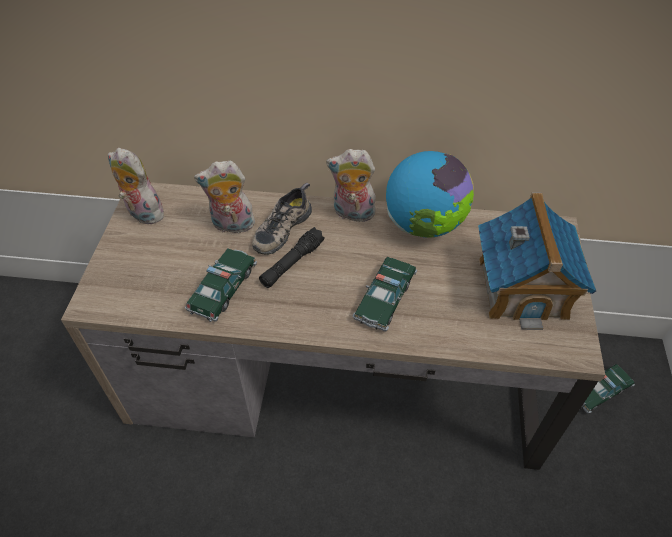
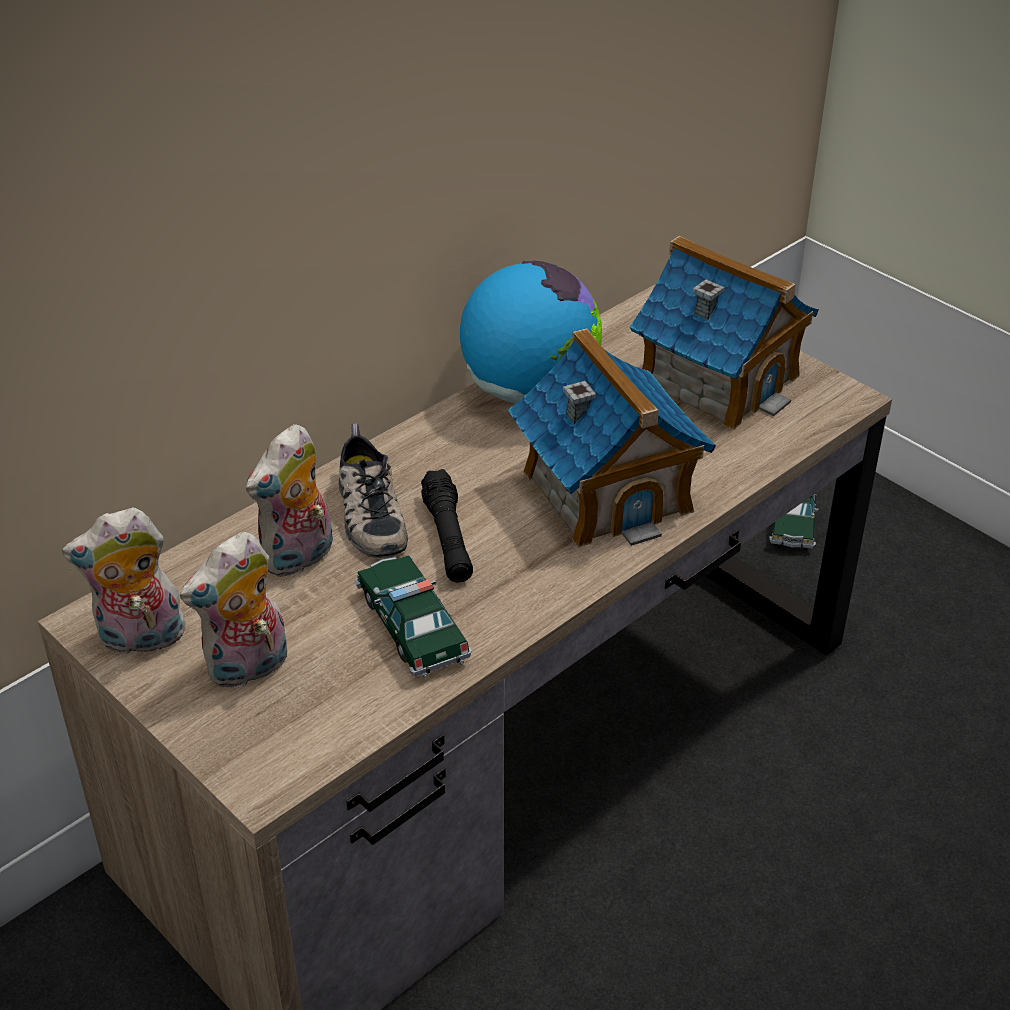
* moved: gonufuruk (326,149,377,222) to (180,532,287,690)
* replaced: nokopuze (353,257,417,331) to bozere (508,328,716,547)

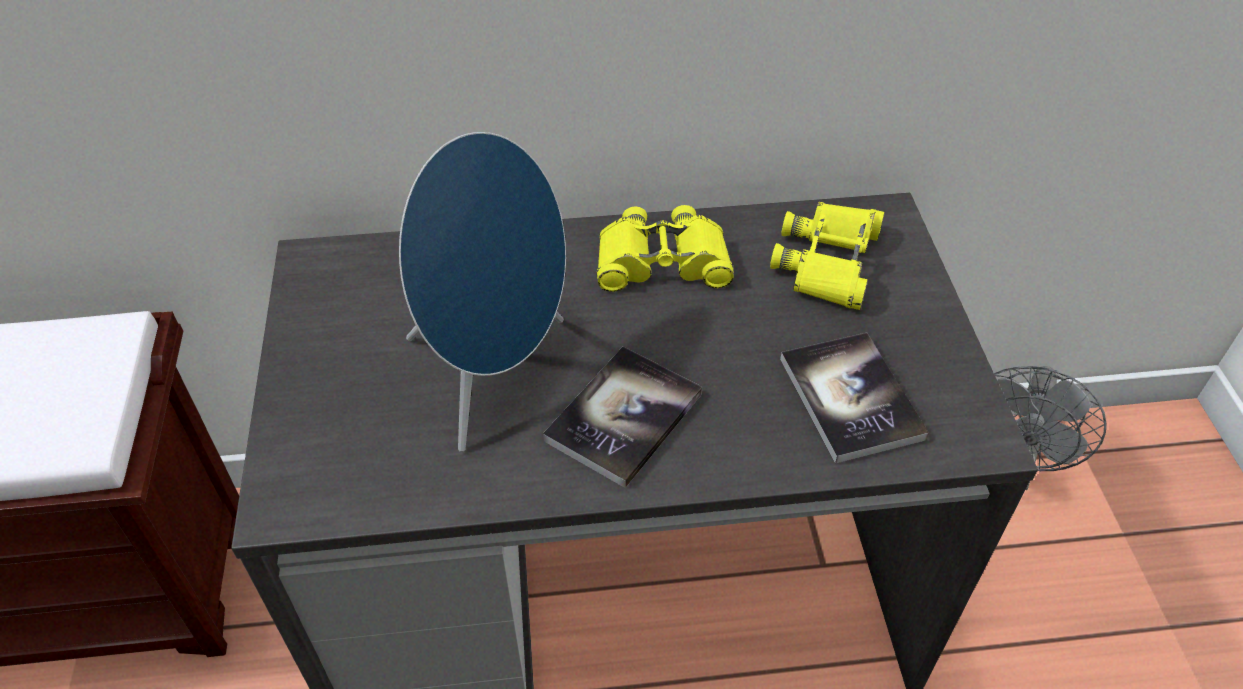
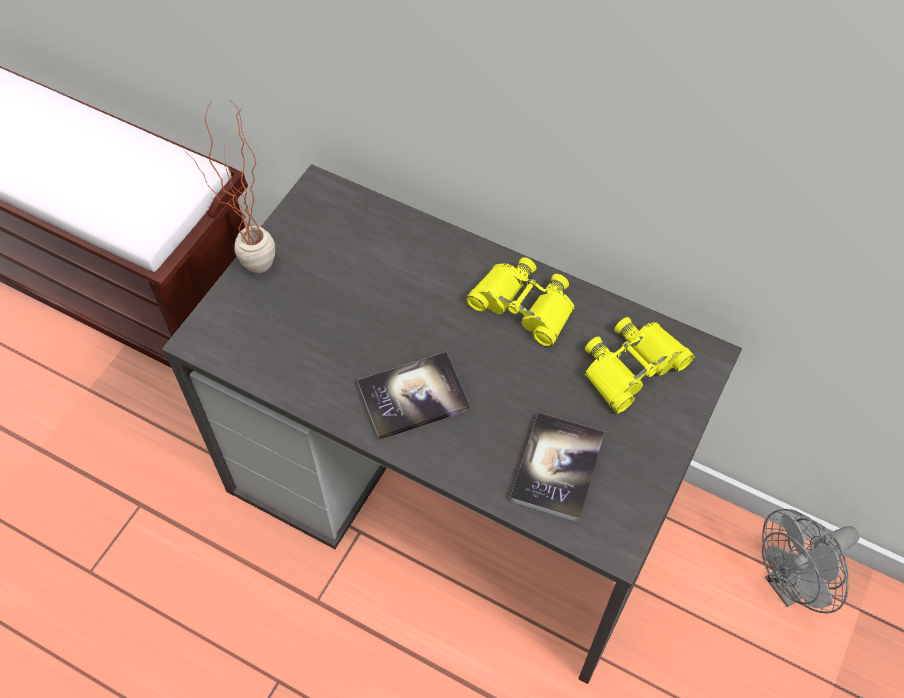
* removed: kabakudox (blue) (399,132,566,452)
* added: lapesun (184,100,275,273)

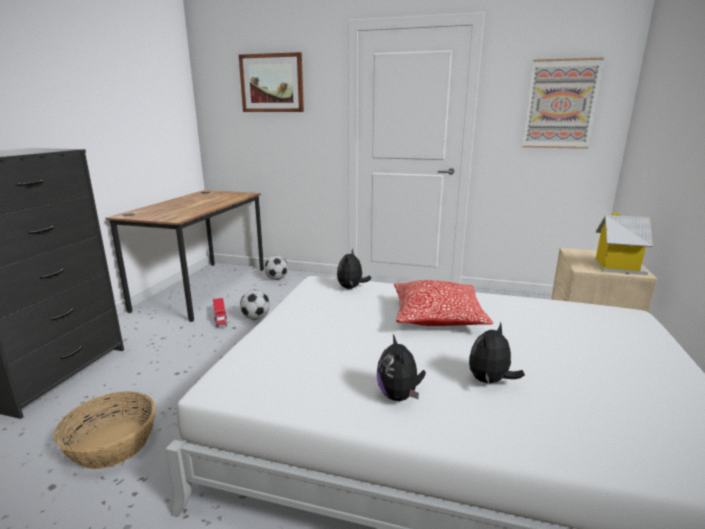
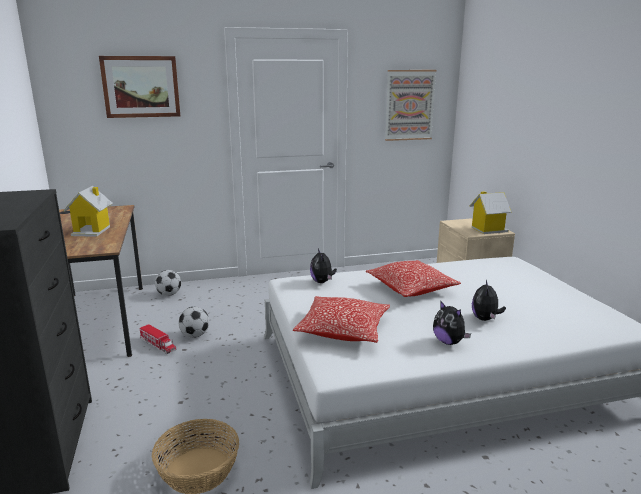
* added: bozere (63,186,113,236)
* added: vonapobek (293,296,390,343)

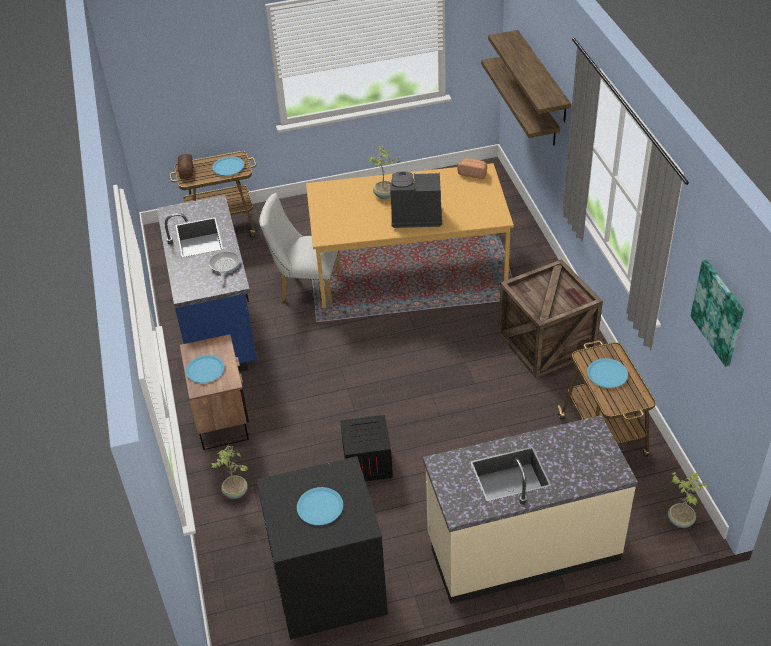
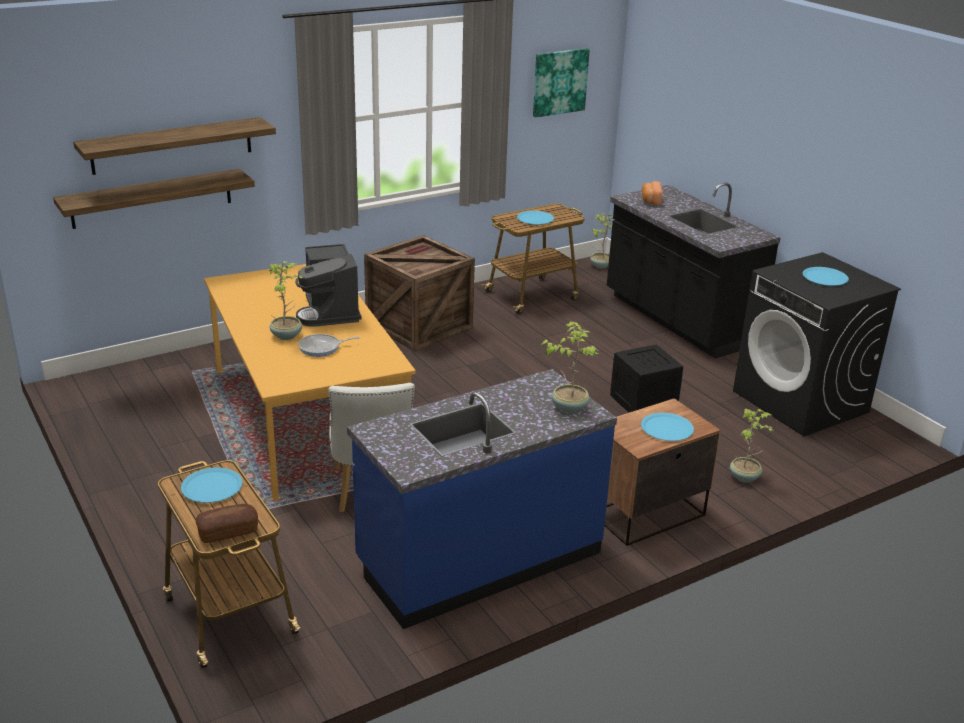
* moved: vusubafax (458,158,487,179) to (642,181,663,205)
* moved: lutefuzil (209,251,240,282) to (298,334,360,357)
* recoloured: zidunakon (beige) (423,415,638,604) to zidunakon (black) (607,182,780,359)
* added: lapesun (541,322,598,413)

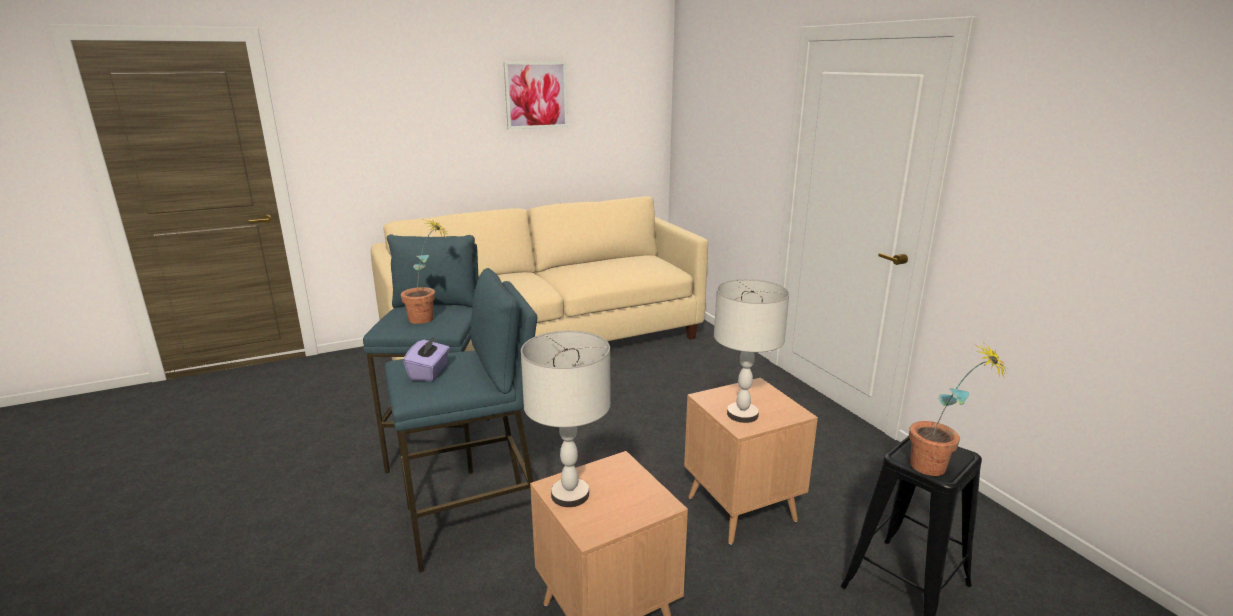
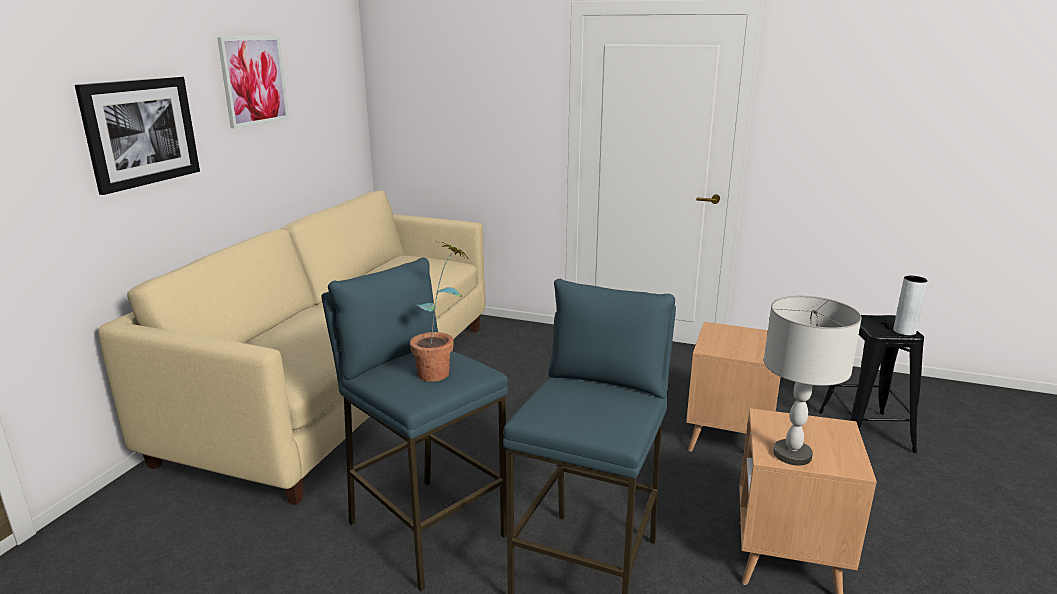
* removed: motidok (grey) (714,279,789,423)
* removed: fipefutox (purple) (403,336,450,381)
* replaced: lapesun (909,342,1008,476) to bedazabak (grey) (893,276,928,335)
* added: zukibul (75,76,200,195)

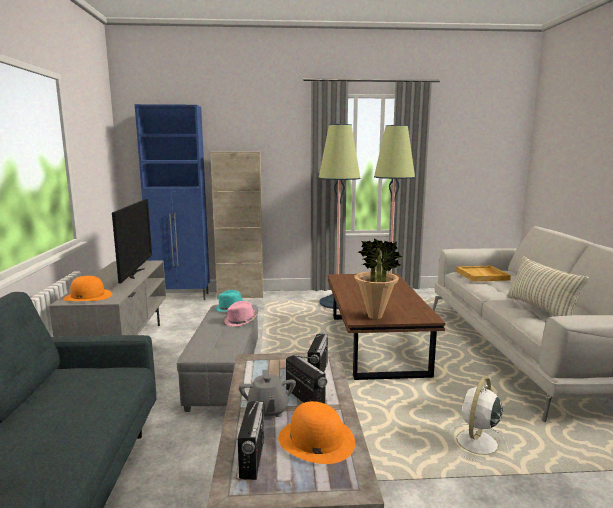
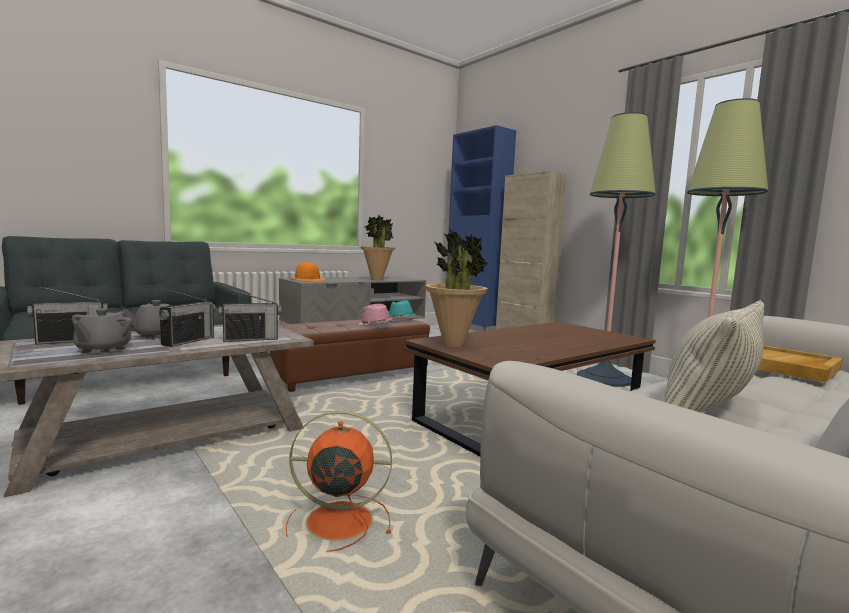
* replaced: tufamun (112,199,152,284) to lapesun (360,215,395,280)
* recoloured: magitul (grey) (177,305,258,412) to magitul (brown) (269,317,430,392)
* recoloured: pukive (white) (450,377,509,463) to pukive (orange) (286,410,392,552)
* replaced: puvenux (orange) (278,401,355,464) to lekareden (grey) (72,309,132,354)

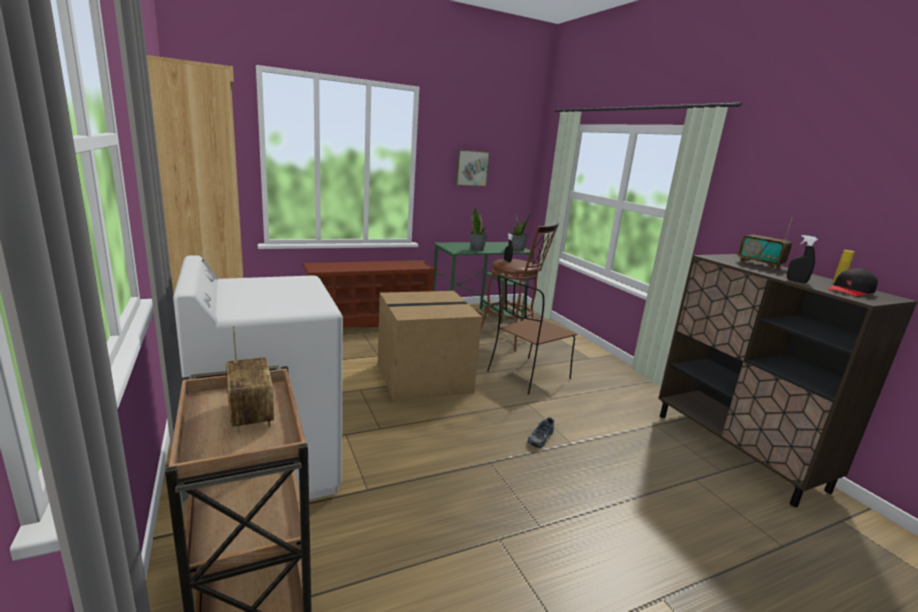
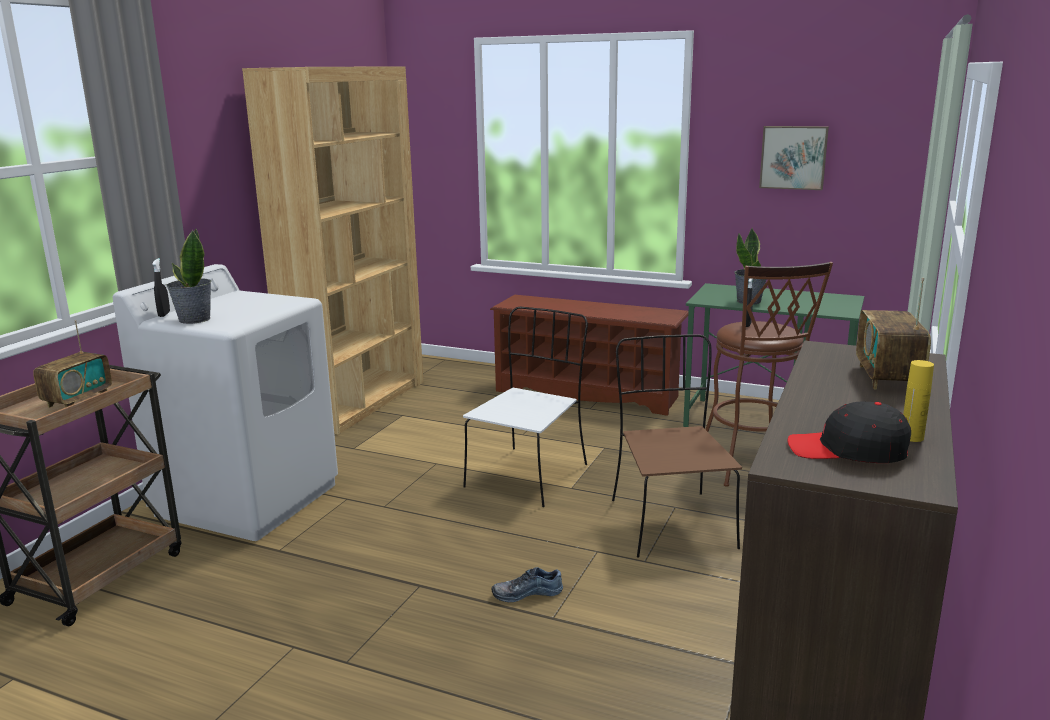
* moved: lapesun (510,210,530,252) to (167,229,211,324)
* moved: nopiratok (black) (787,235,818,283) to (152,258,170,317)
* turned: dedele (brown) (487,276,577,395) = (612,334,742,557) 75 degrees clockwise
* replaced: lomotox (378,291,482,402) to dedele (white) (463,307,588,507)

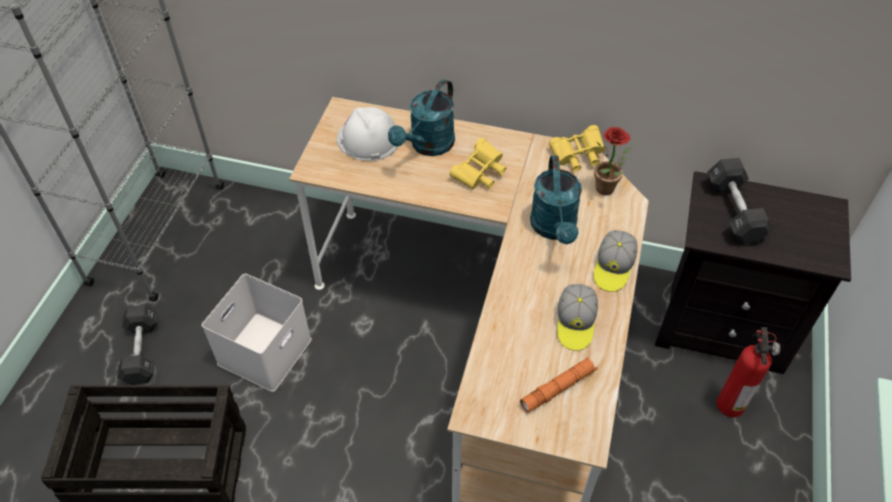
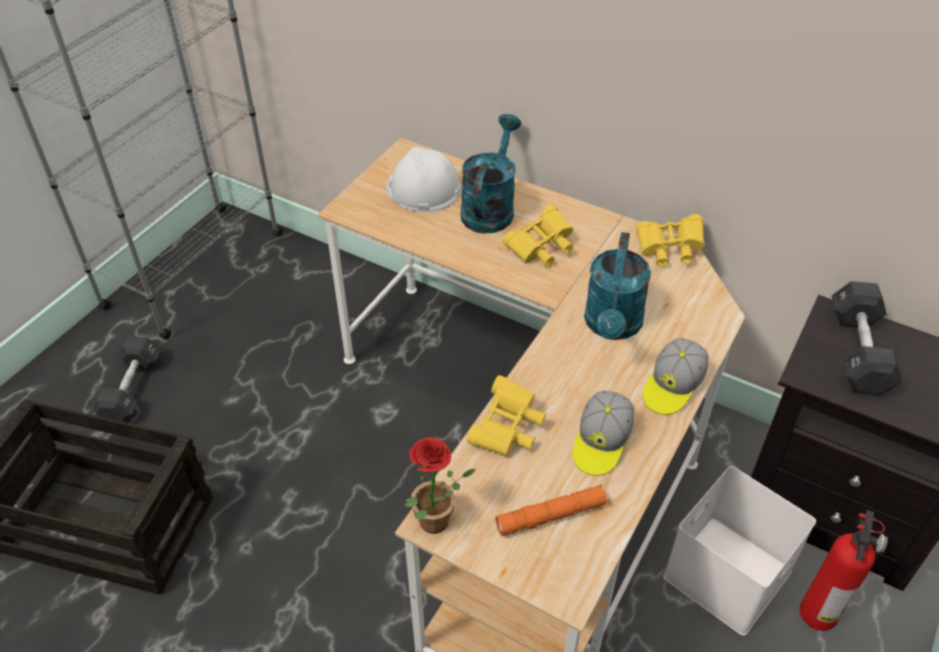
* turned: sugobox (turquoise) (388,79,455,156) = (461,114,521,234) 150 degrees clockwise
* moved: lapesun (594,127,631,195) to (405,437,476,534)
* moved: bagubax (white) (202,274,312,392) to (663,466,816,635)
* added: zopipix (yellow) (467,375,546,457)

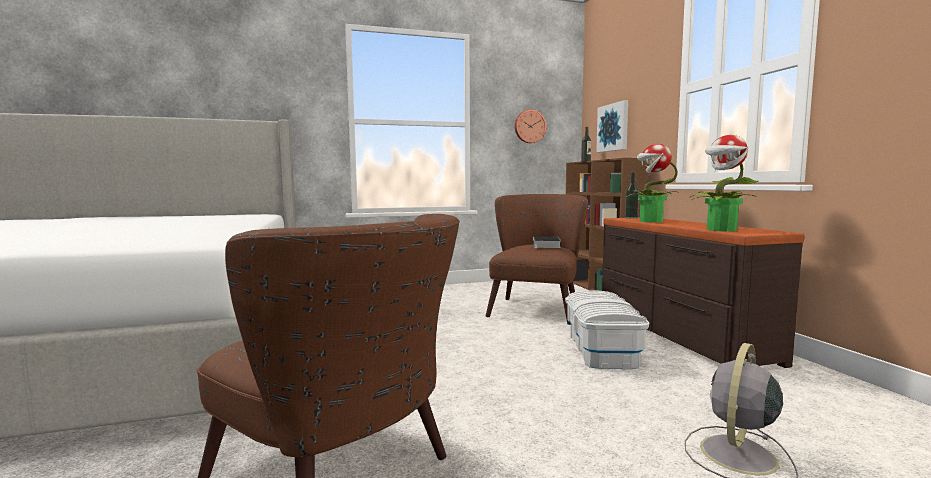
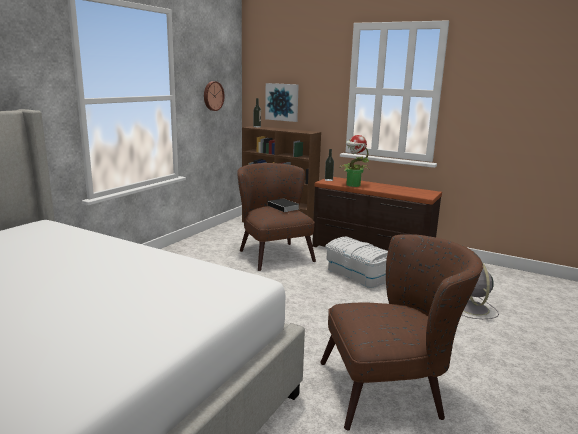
* removed: lapesun (691,135,758,231)

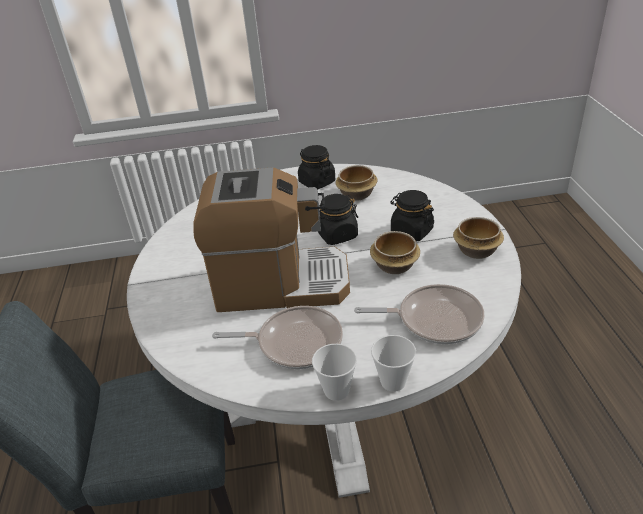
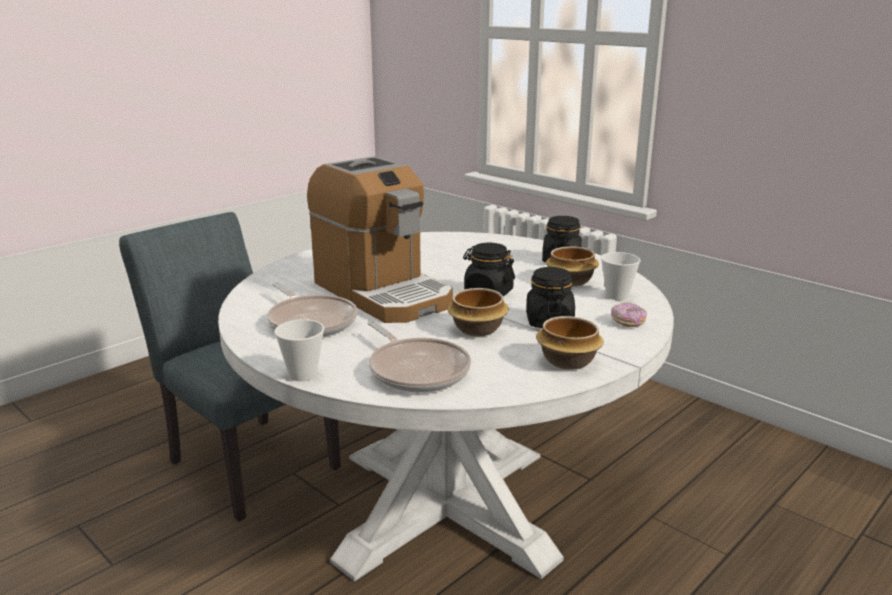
* moved: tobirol (312,344,357,401) to (601,252,641,300)
* added: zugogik (611,303,647,327)

